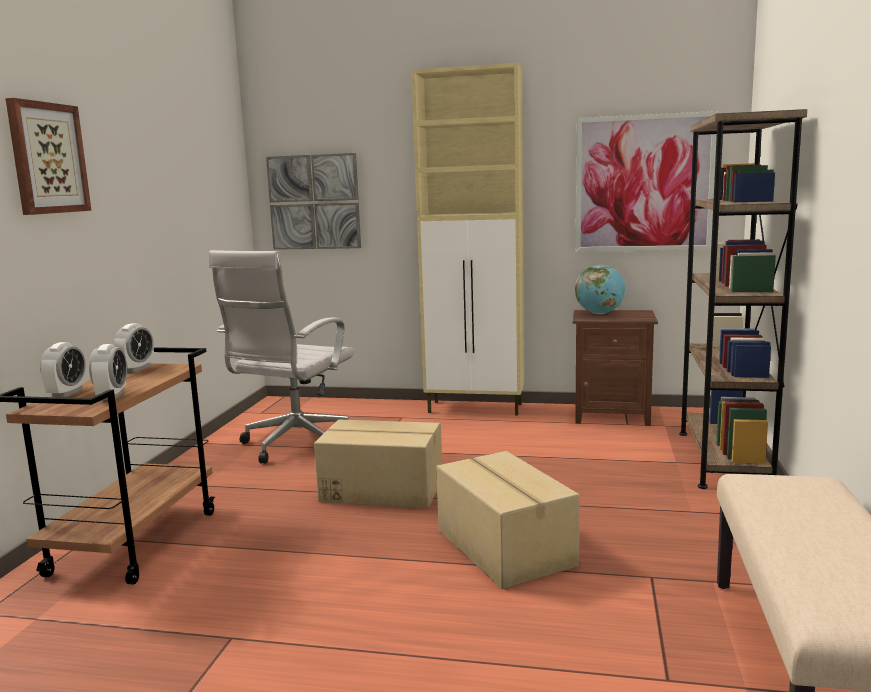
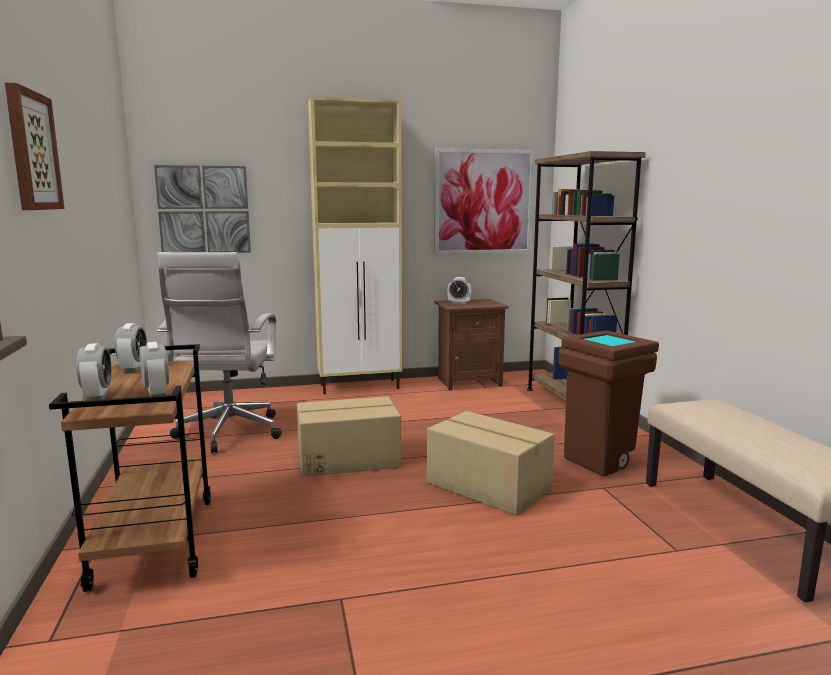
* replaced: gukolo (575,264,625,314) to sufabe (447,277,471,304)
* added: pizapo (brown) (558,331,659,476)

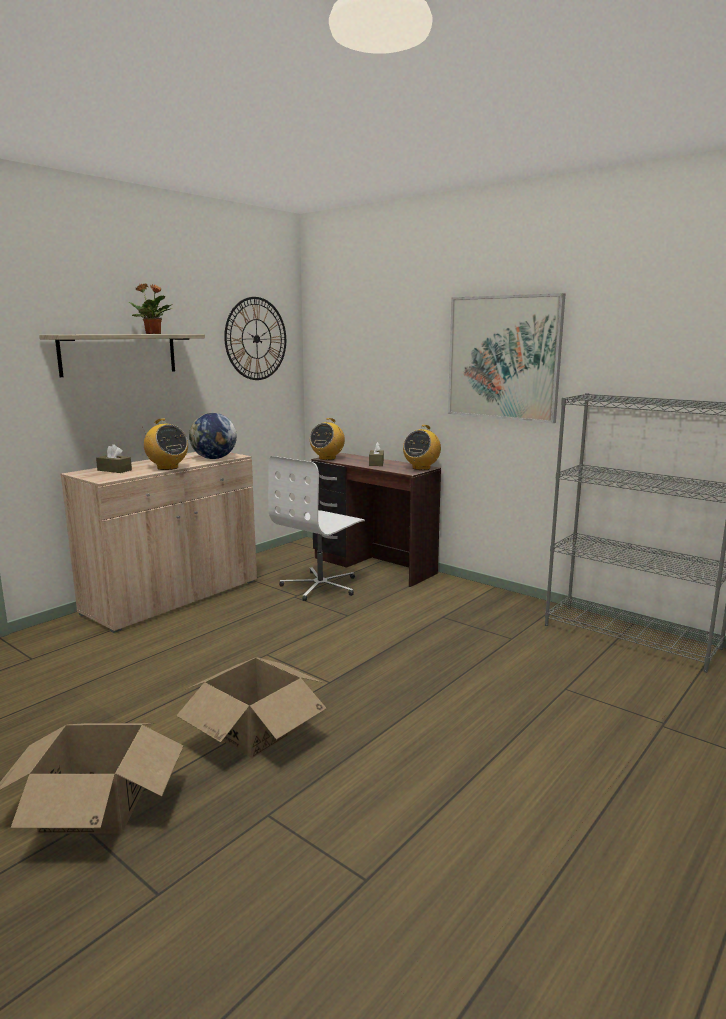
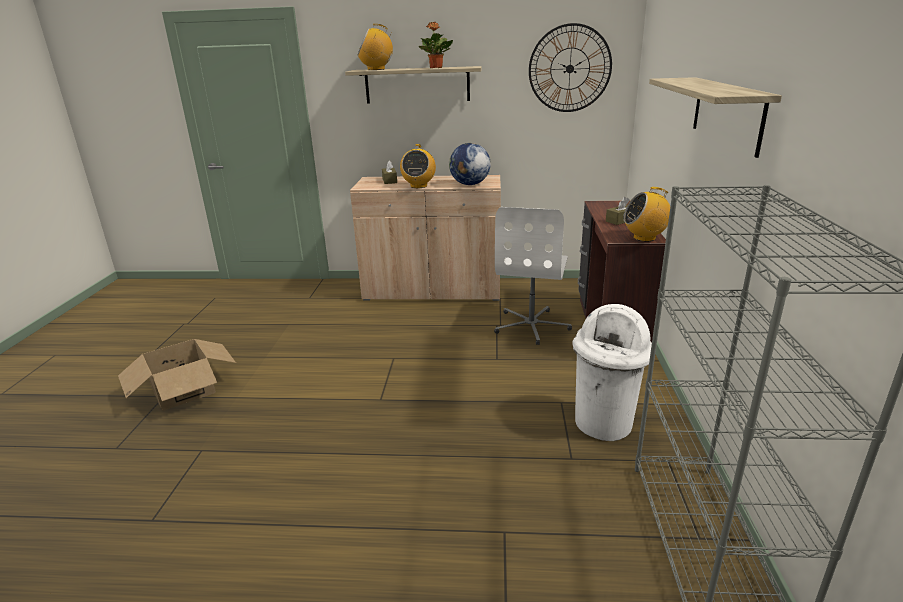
* replaced: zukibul (448,293,565,423) to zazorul (649,77,782,158)
* moved: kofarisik (310,418,345,460) to (358,24,393,70)
* turned: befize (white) (268,456,365,601) = (494,207,572,345) 75 degrees counterclockwise
* removed: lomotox (176,657,327,758)
* added: pizapo (white) (572,304,652,441)

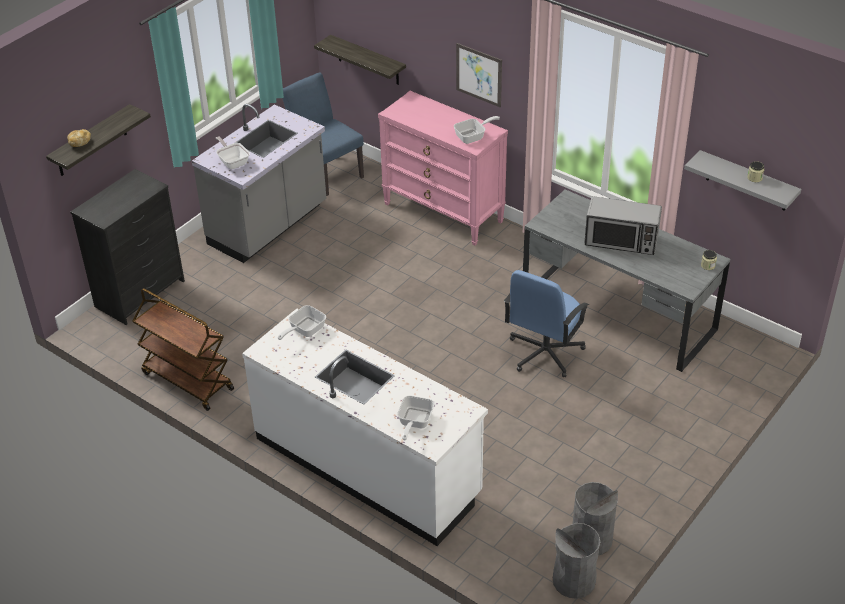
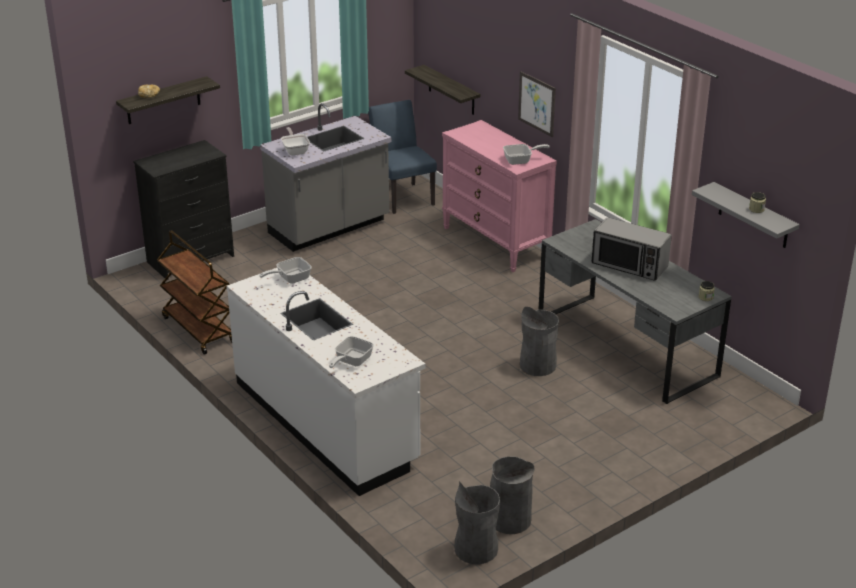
* replaced: befize (blue) (504,270,589,377) to pizapo (grey) (520,307,559,376)

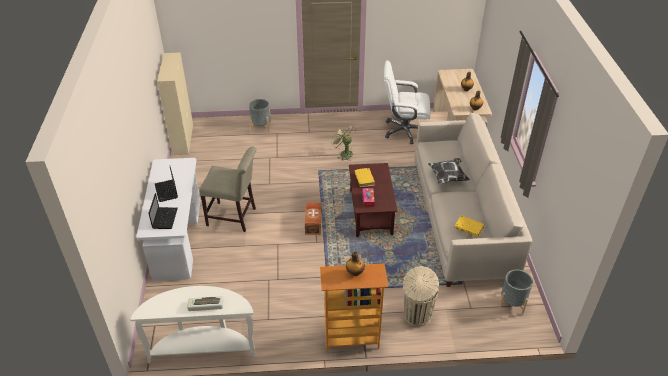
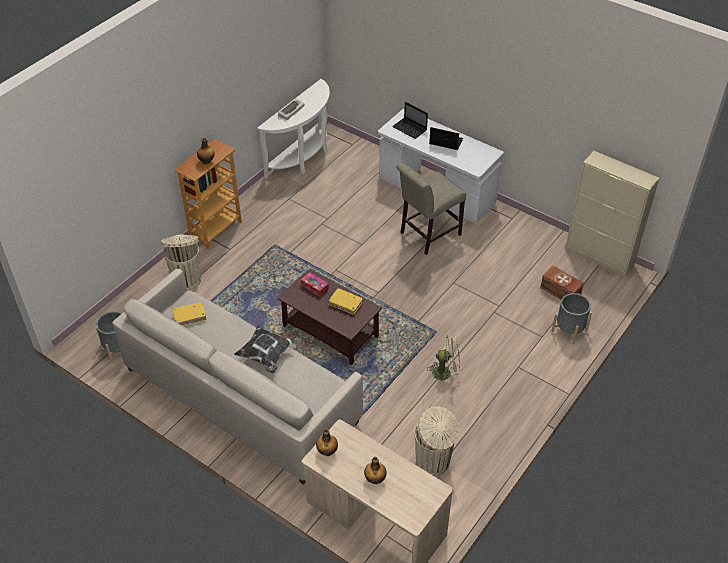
* replaced: befize (white) (384,60,430,144) to pizapo (beige) (414,406,459,476)
* moved: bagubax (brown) (305,202,322,235) to (540,266,584,300)

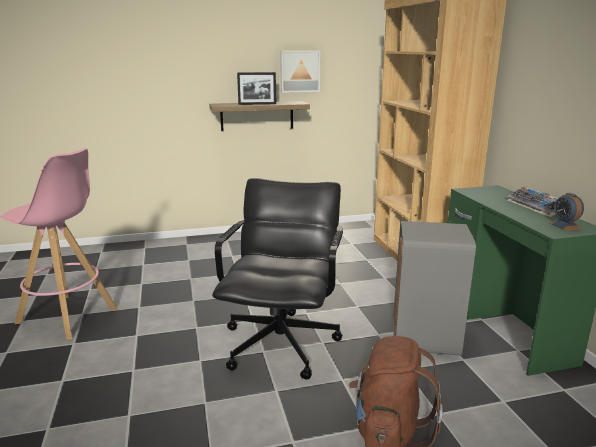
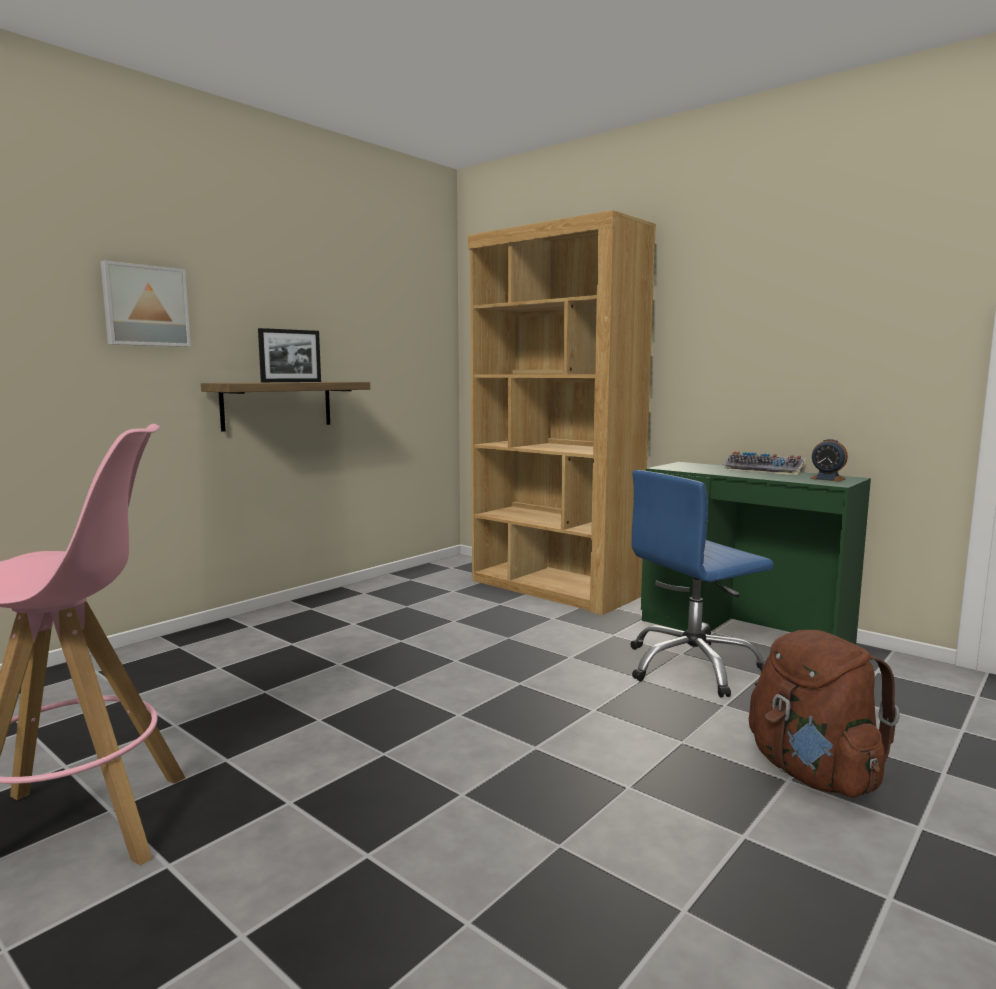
* moved: zukibul (280,51,321,93) to (100,260,191,347)
* removed: befize (black) (212,178,343,380)
* replaced: pizapo (grey) (393,221,476,356) to befize (blue) (631,470,774,698)

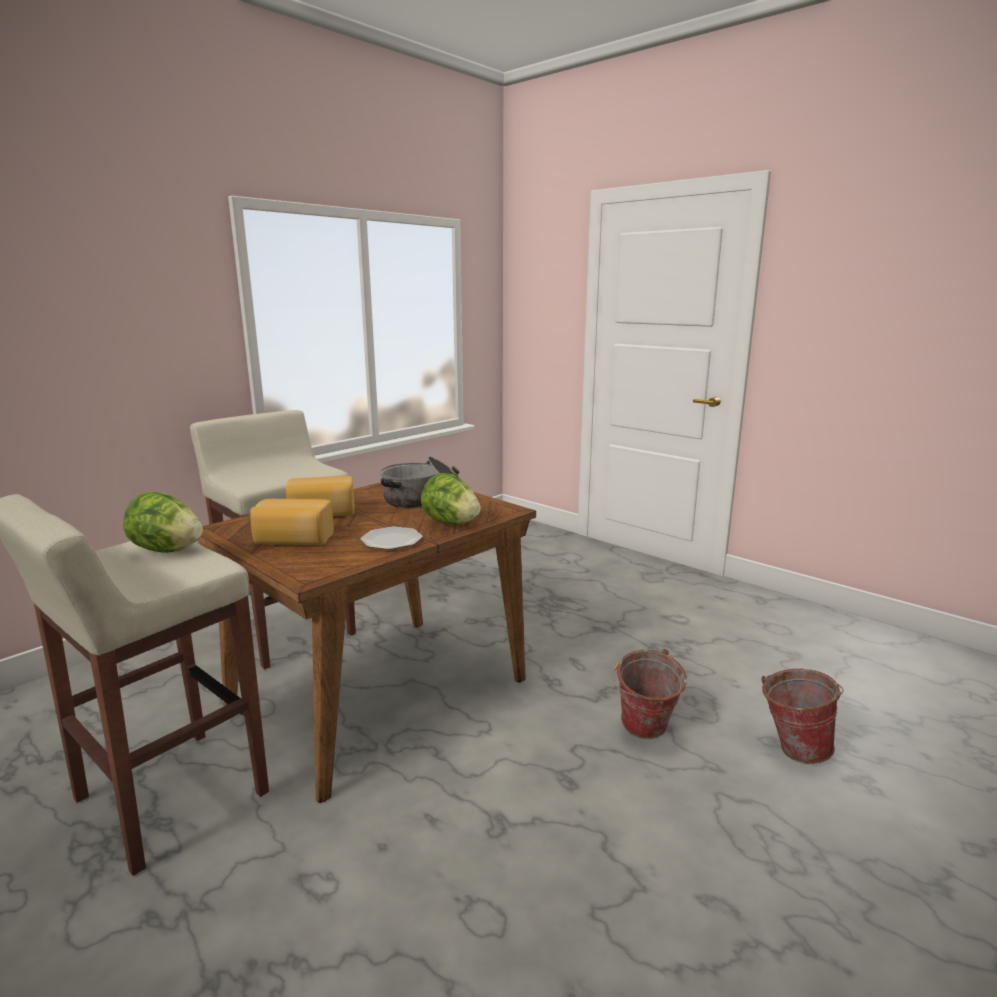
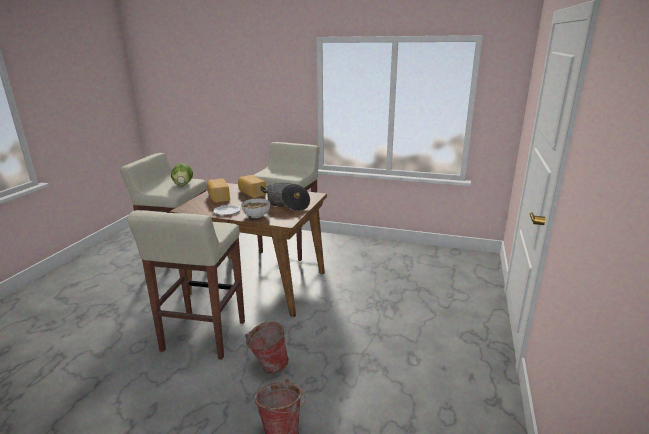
* replaced: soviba (421,473,481,525) to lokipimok (241,199,270,218)
* added: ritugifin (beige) (127,210,245,360)

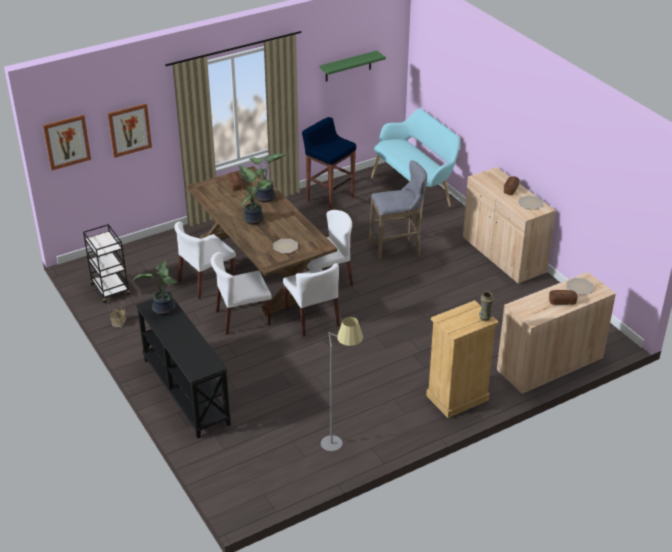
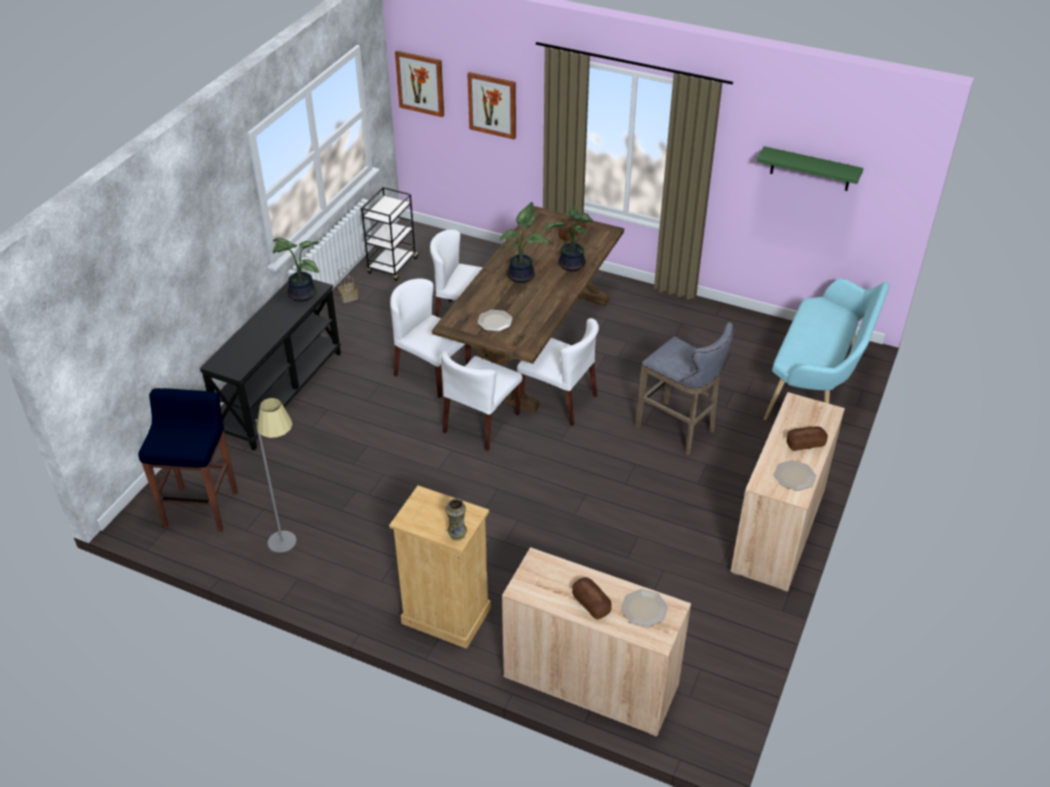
* moved: ritugifin (blue) (302,117,356,211) to (138,388,238,532)

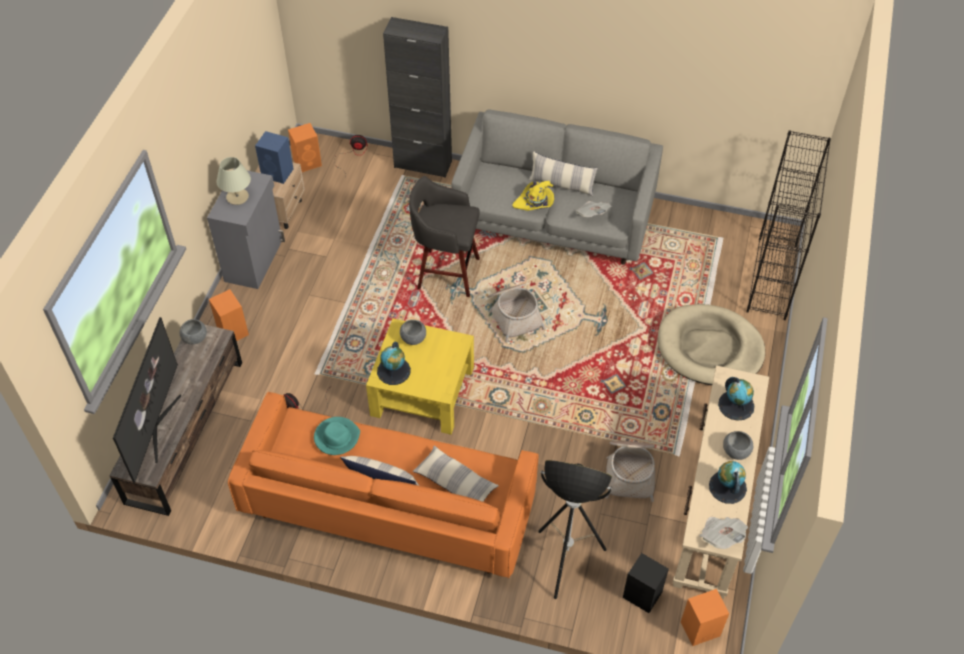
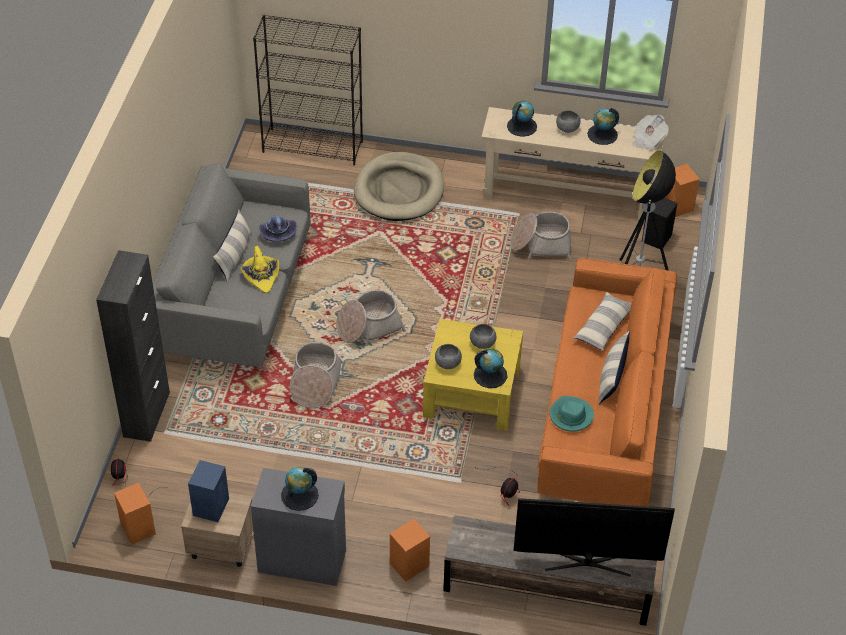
* replaced: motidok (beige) (216,157,251,205) to gukolo (281,467,319,511)
* replaced: ritugifin (grey) (409,176,480,297) to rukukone (290,342,343,408)
* replaced: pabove (575,201,612,217) to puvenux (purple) (259,215,297,242)
* moved: lokipimok (grey) (180,319,207,344) to (470,324,496,349)

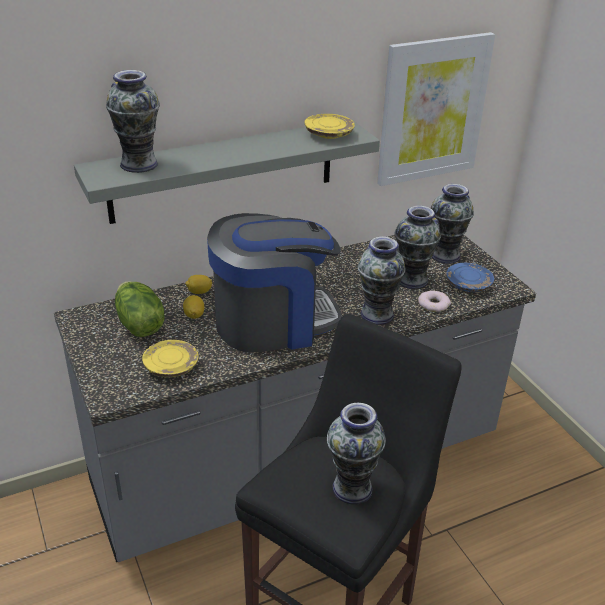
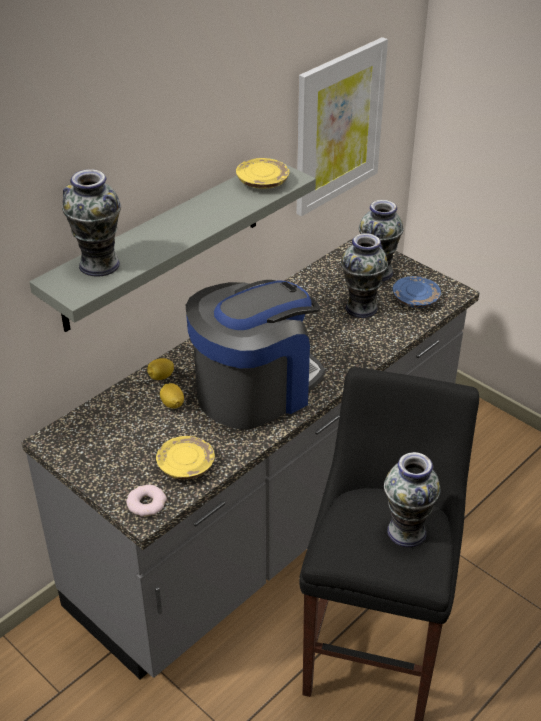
* removed: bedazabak (358,236,406,325)
* removed: soviba (115,282,165,337)
* moved: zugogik (418,290,451,312) to (126,485,167,516)

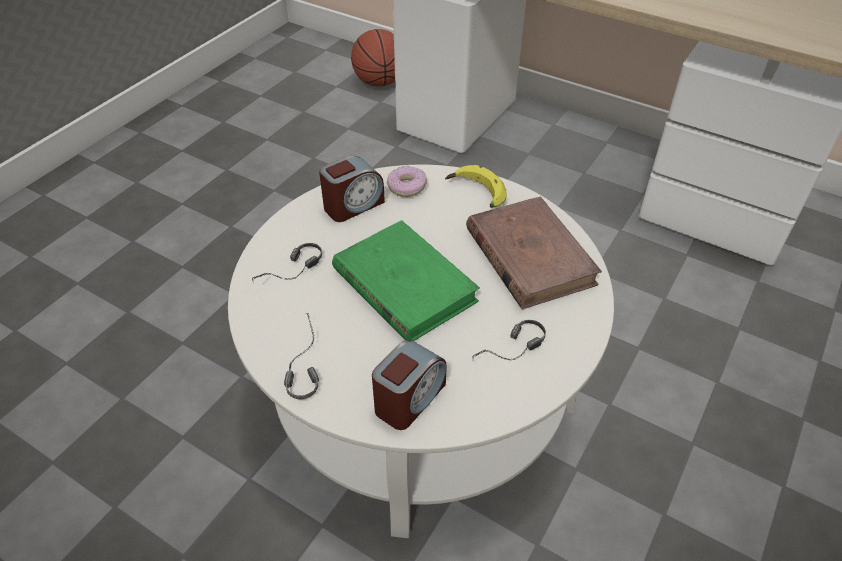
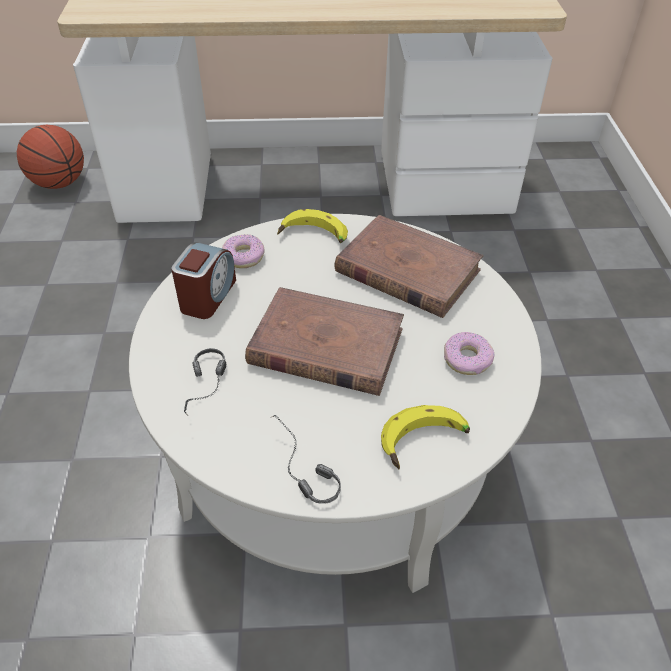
* recoloured: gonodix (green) (332,220,480,341) to gonodix (brown) (245,287,404,396)
* replaced: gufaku (472,320,546,360) to zugogik (444,332,494,375)
* replaced: sufabe (372,340,447,430) to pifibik (381,405,470,470)

